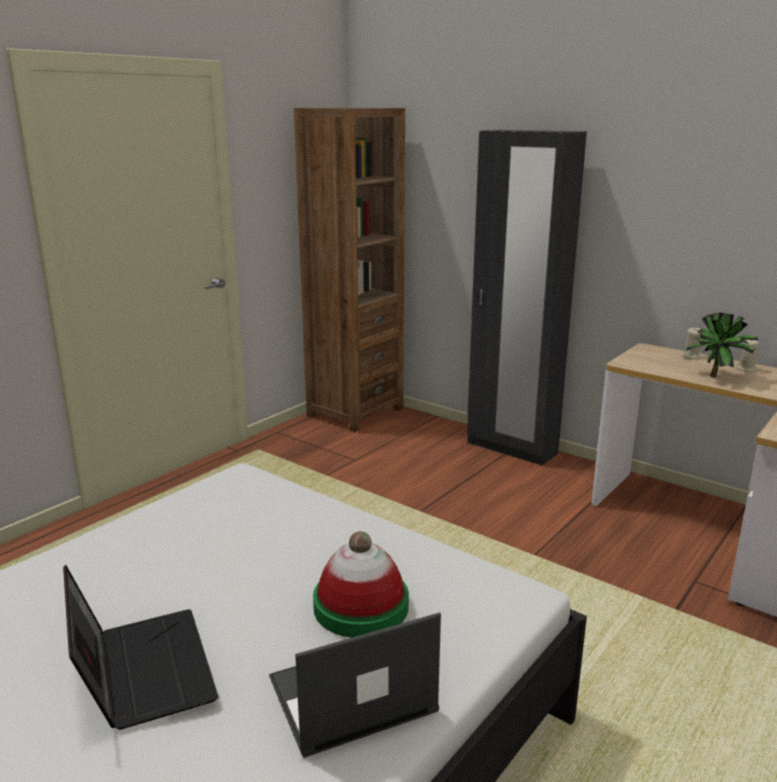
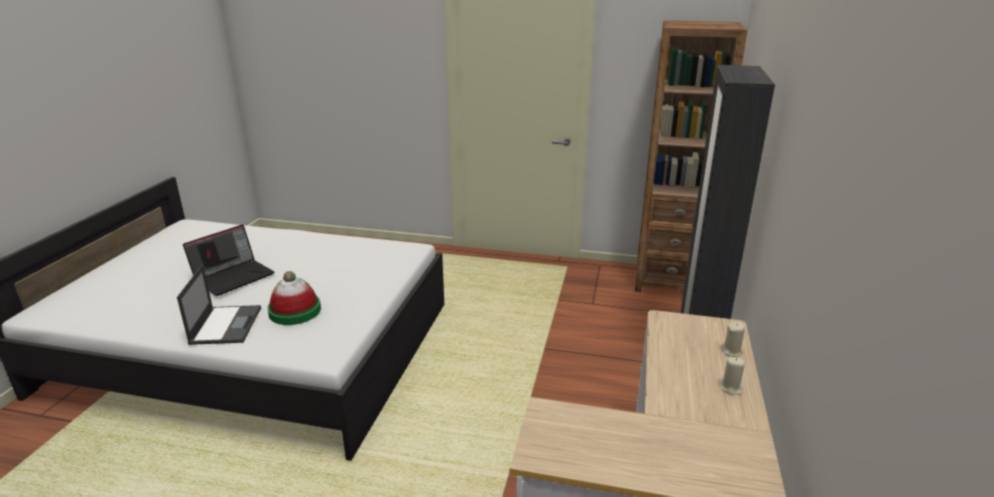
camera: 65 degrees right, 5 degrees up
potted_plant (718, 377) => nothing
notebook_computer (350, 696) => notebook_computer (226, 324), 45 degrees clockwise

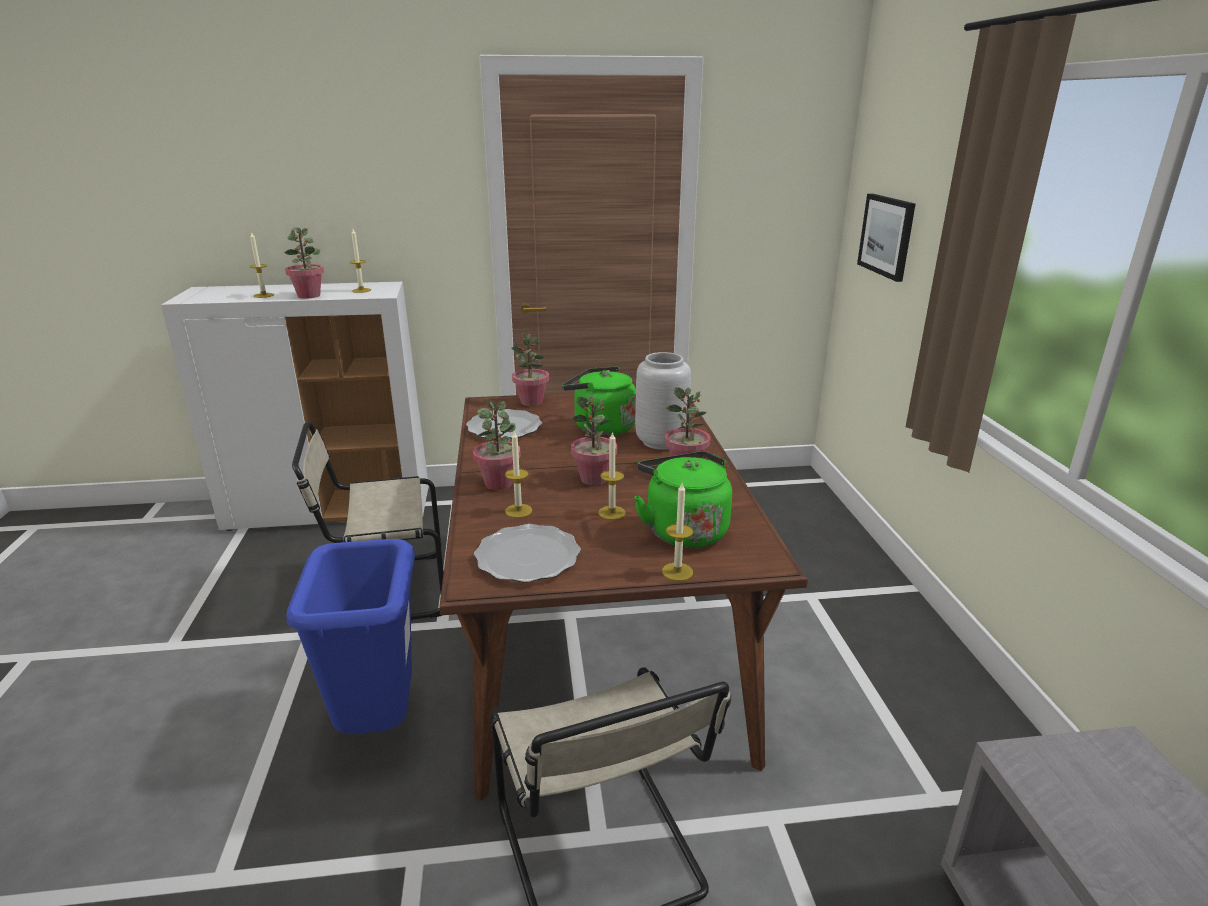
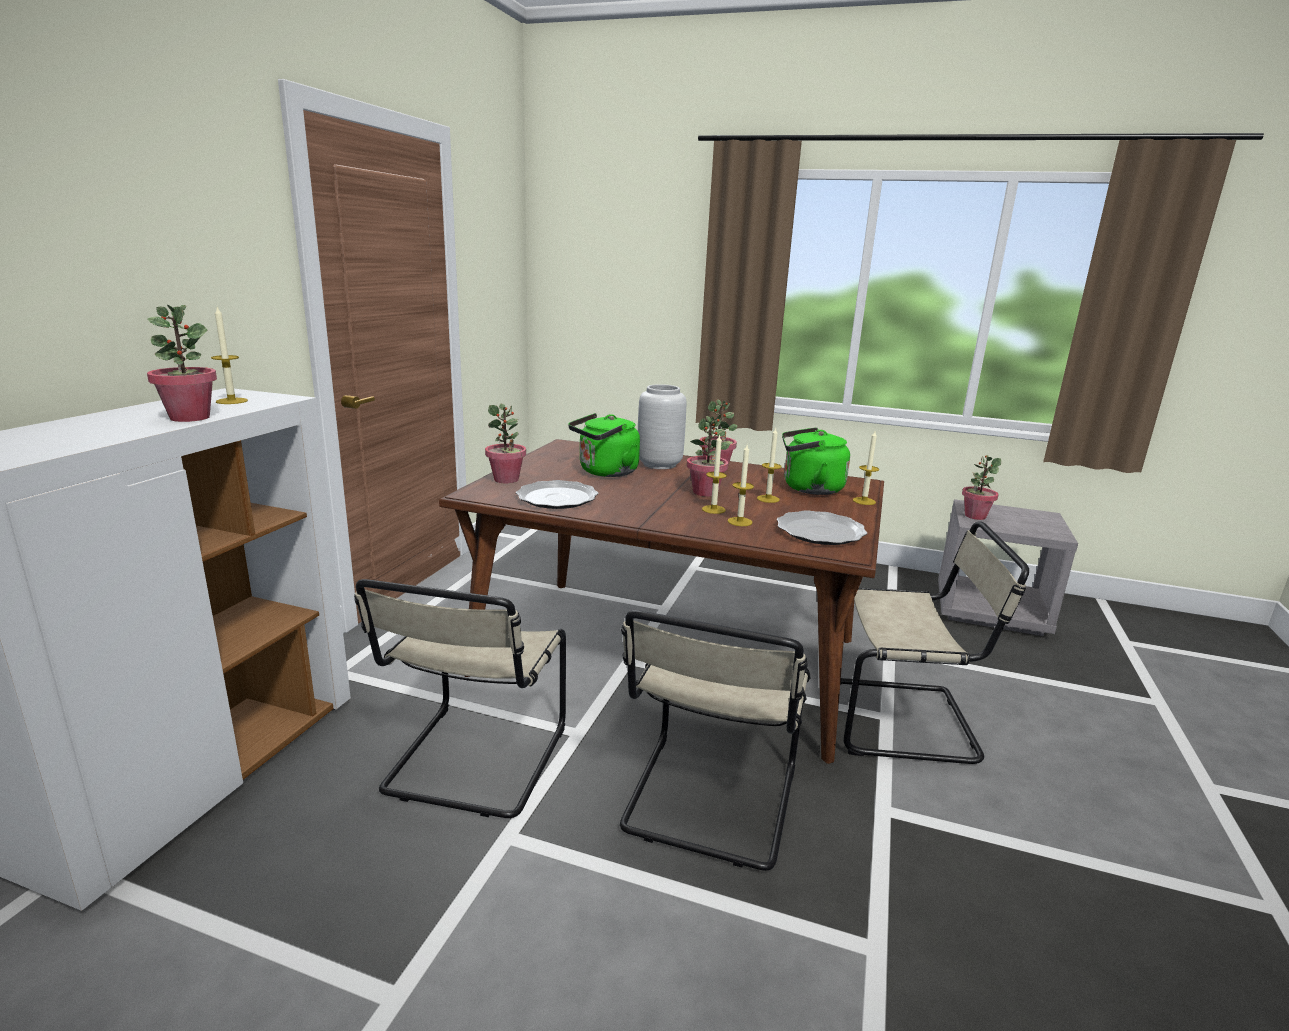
camera: 65 degrees left, 5 degrees down
wall_art (887, 236) => nothing
wax_candle (263, 295) => wax_candle (713, 509), shifted
potted_plant (499, 483) => potted_plant (975, 516), shifted
blue_trash_can (379, 724) => beige_upright_chair (709, 803)

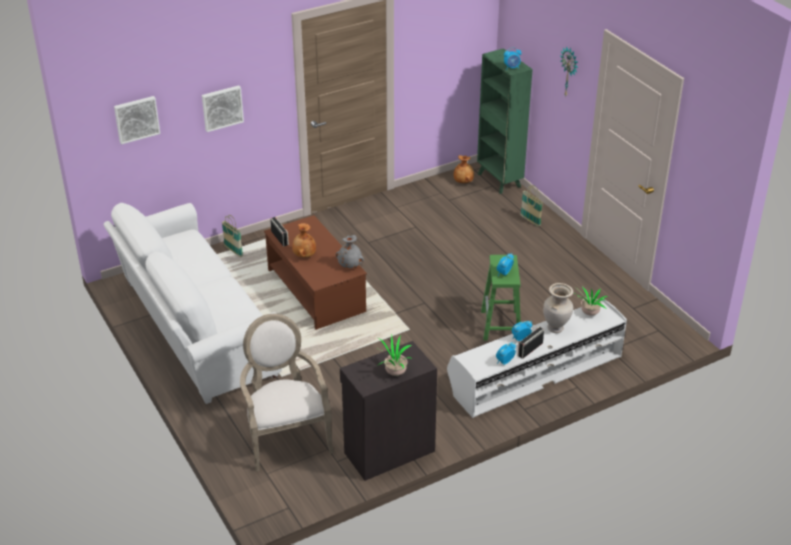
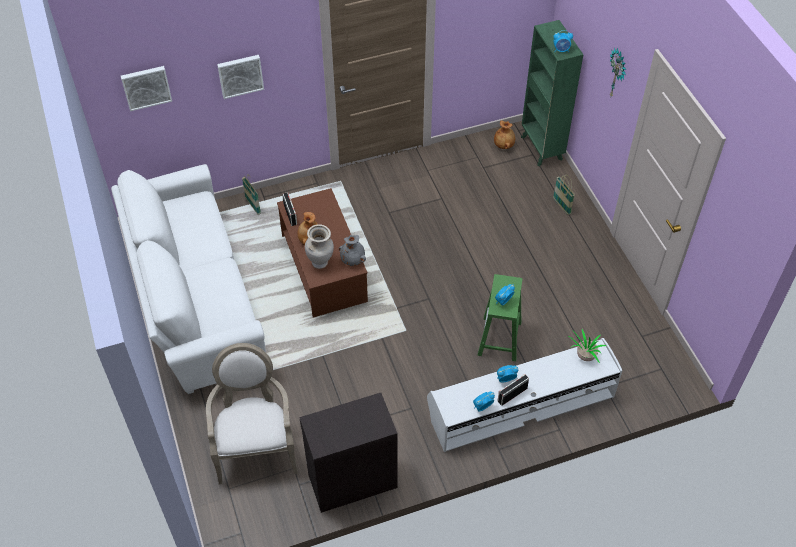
camera: 10 degrees right, 15 degrees up
beige_vase (556, 328) => beige_vase (320, 263), shifted
potted_plant (394, 372) => nothing

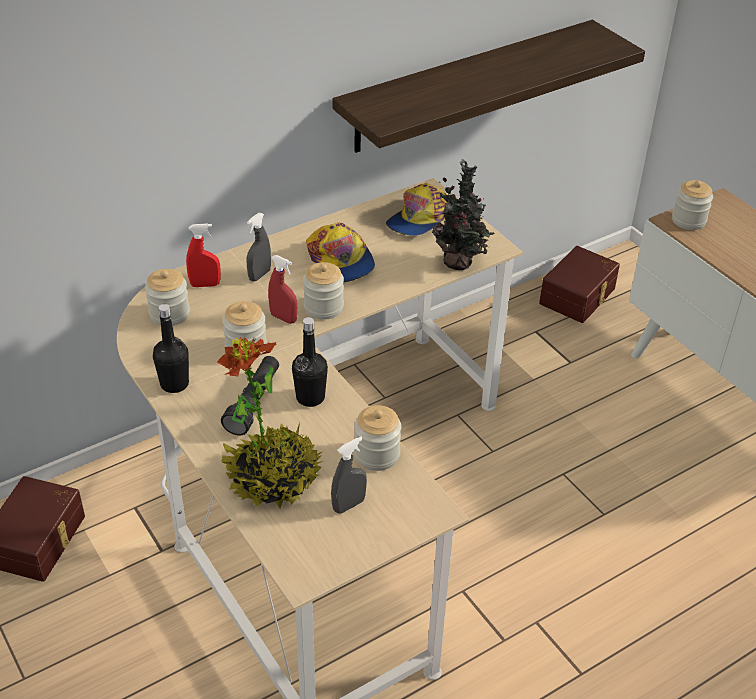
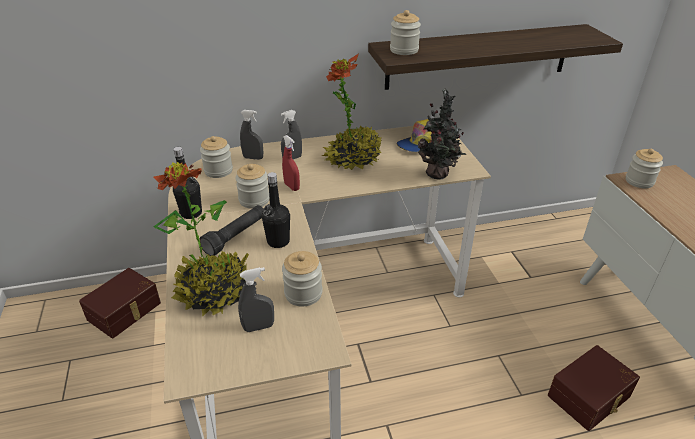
camera: 20 degrees right, 5 degrees down
cap (341, 260) => potted_plant (353, 159)
red_spray_bottle (205, 284) => gray_spray_bottle (253, 158)
brownish_storage_container (579, 296) => brownish_storage_container (590, 397), shifted
preserve_jar (323, 307) => preserve_jar (404, 50), shifted

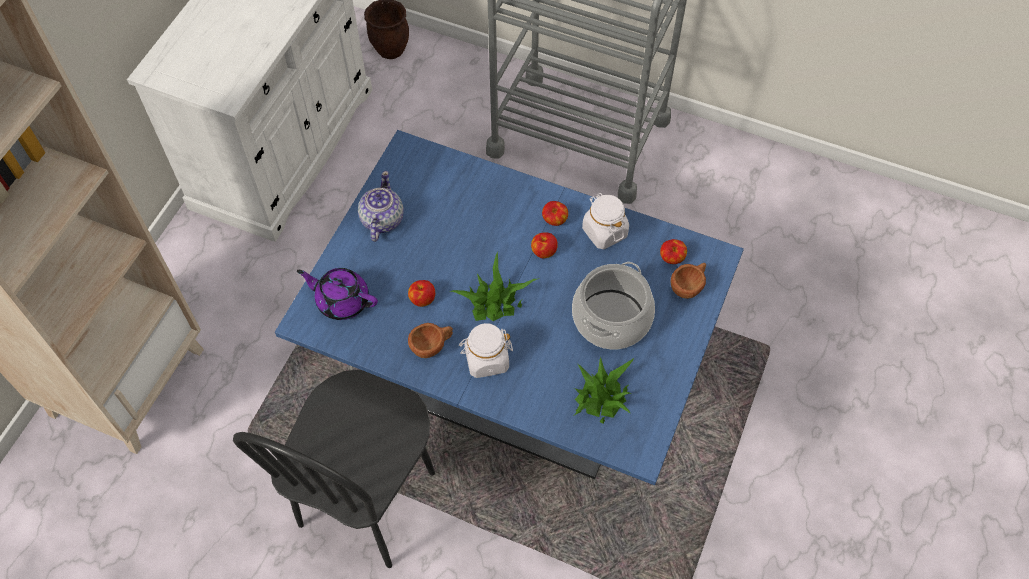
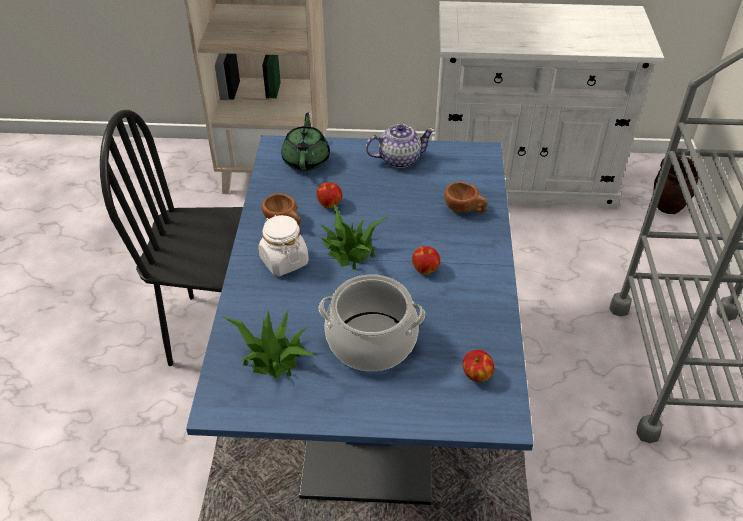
camera: 70 degrees right, 15 degrees down
white-coloured_preserve_jar (604, 232) => nothing
whole_apple (554, 220) => nothing
brownish_small_cup (689, 286) => brownish_small_cup (465, 209), shifted
purplish_teapot (342, 300) => greenish_teapot (306, 160)

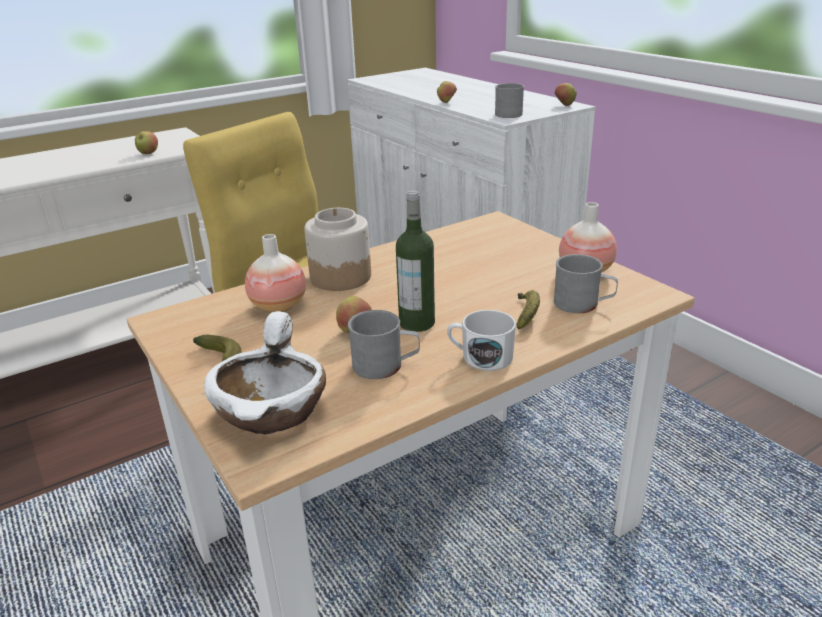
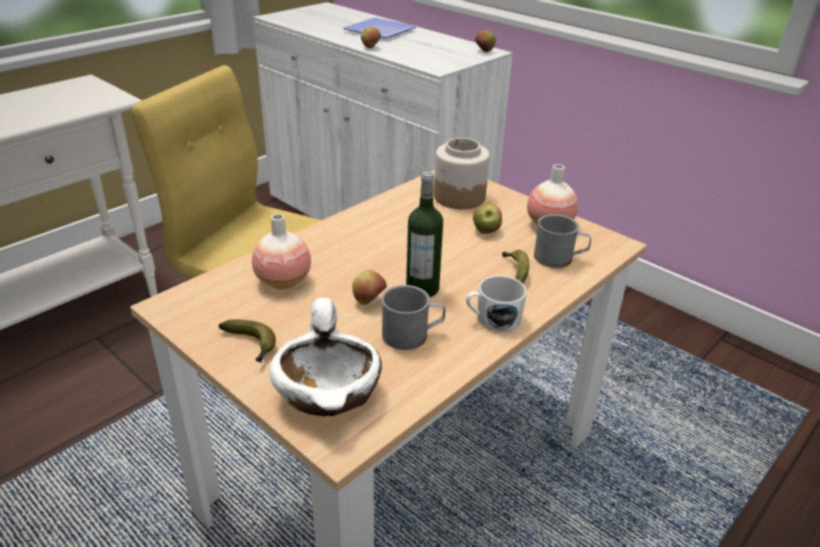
camera: 15 degrees left, 5 degrees up
gray_tea_mug (507, 113) => nothing
whole_apple (148, 153) => whole_apple (486, 231), shifted
preserve_jar (340, 277) => preserve_jar (459, 197), shifted
nothing => dinner_plate (379, 30)

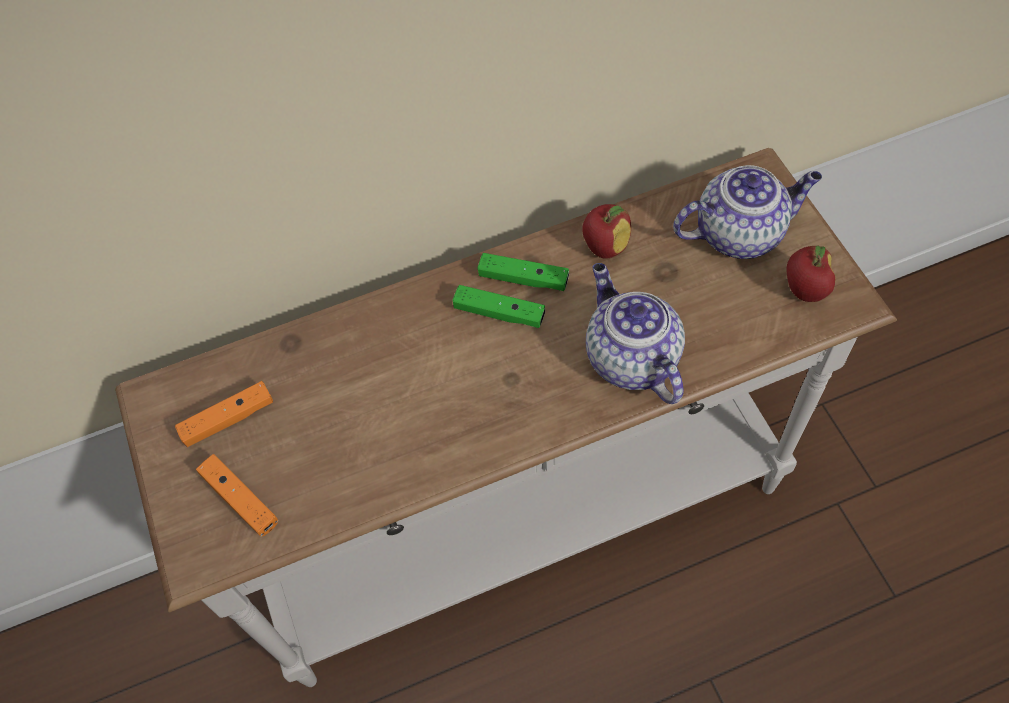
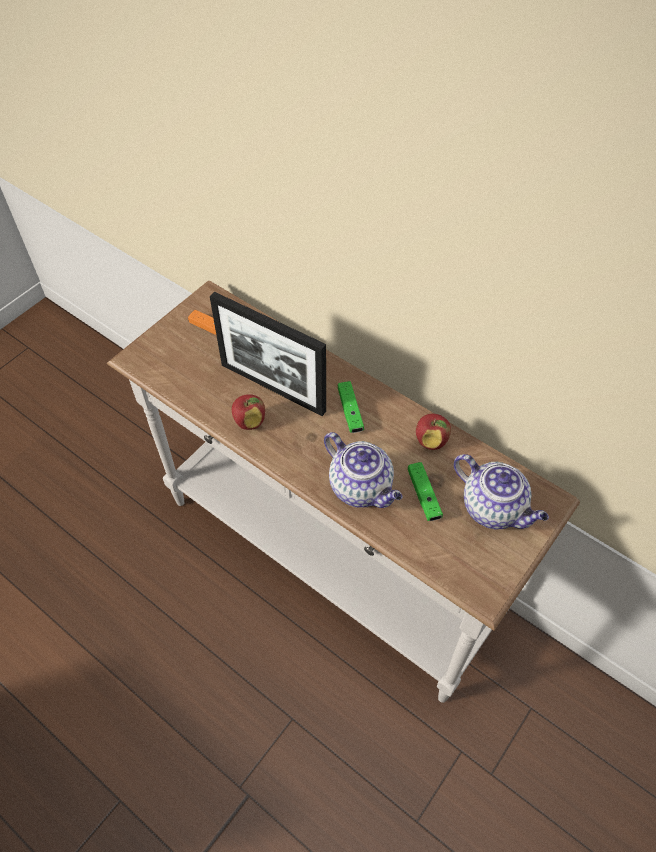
camera: 55 degrees right, 5 degrees down
whole_apple (804, 290) => whole_apple (250, 422), shifted
greenish_gamepad (523, 279) => greenish_gamepad (423, 495), shifted
teapot (630, 358) => teapot (362, 488), 105 degrees clockwise
orangey_gamepad (240, 499) => nothing
nothing => picture_frame (272, 388)

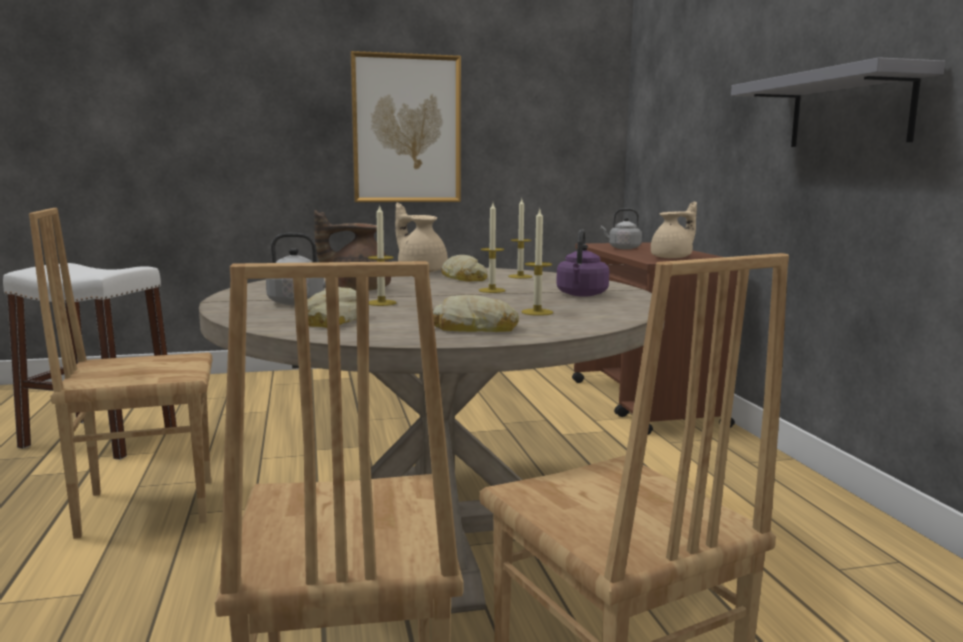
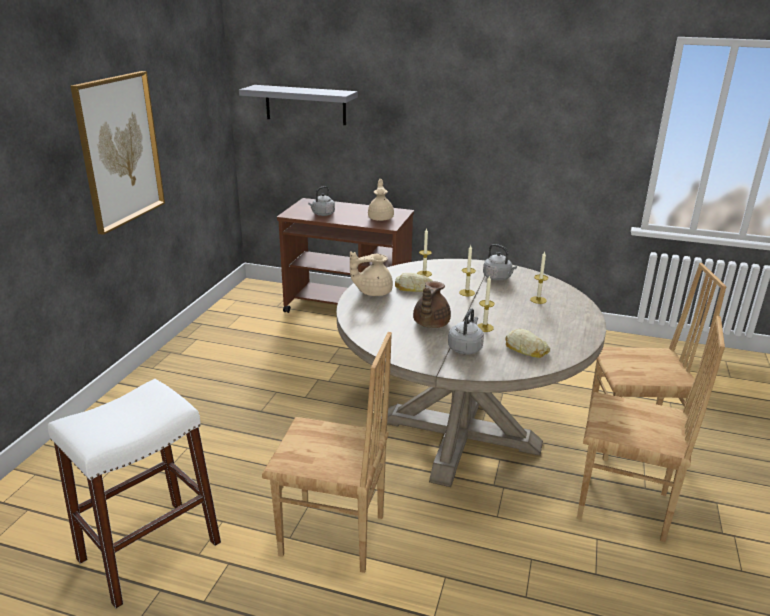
camera: 60 degrees left, 15 degrees up
gray_wall_shelf (849, 110) => gray_wall_shelf (305, 105), shifted
brownish_upright_chair (146, 506) => brownish_upright_chair (333, 537), 90 degrees counterclockwise
purplish_kettle (581, 295) => gray_kettle (498, 278)
bakery_bread (475, 328) => nothing

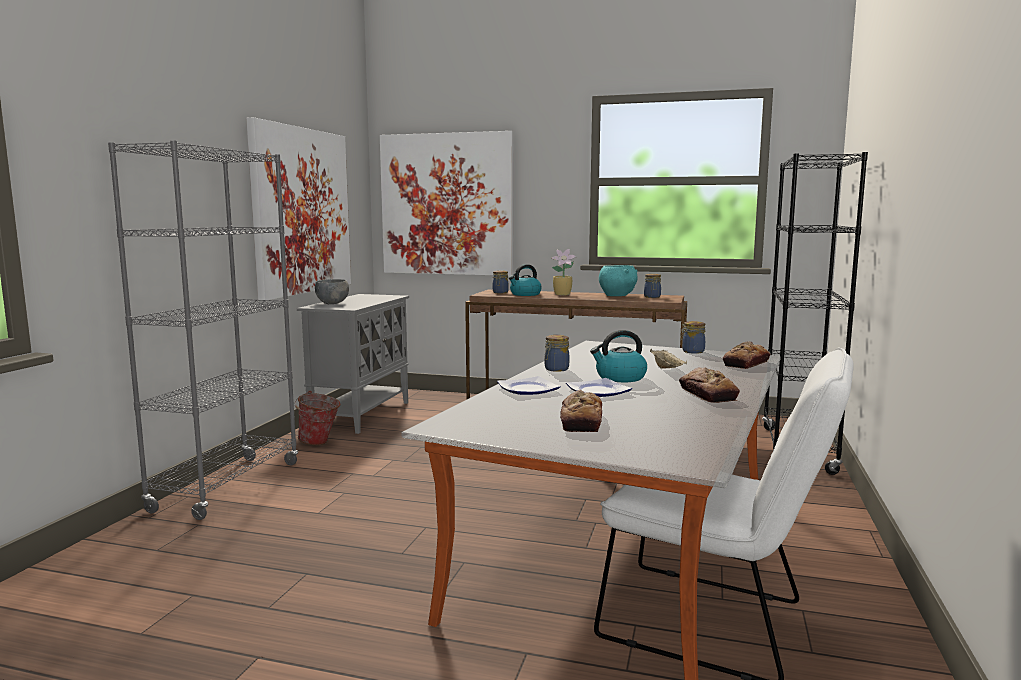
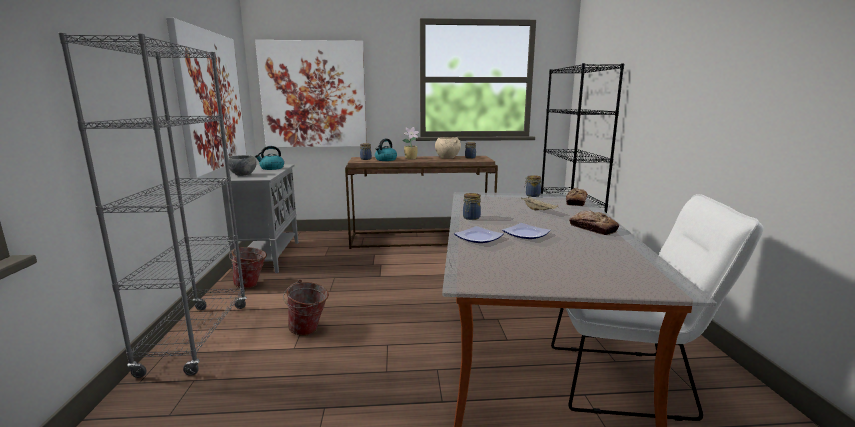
camera: 20 degrees left, 5 degrees up
turquoise_serving_bowl (617, 296) => beige_serving_bowl (447, 158)
kettle (620, 378) => kettle (271, 168), shifted
bakery_bread (581, 421) => nothing
nothing => pail (308, 331)

